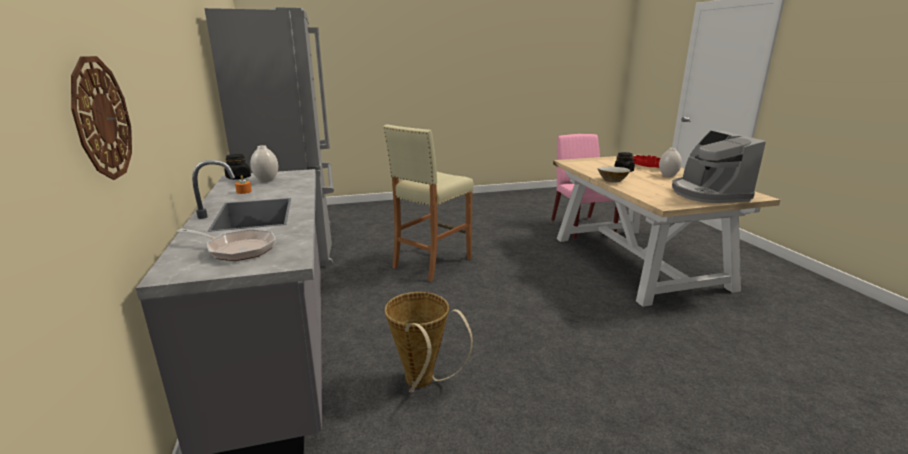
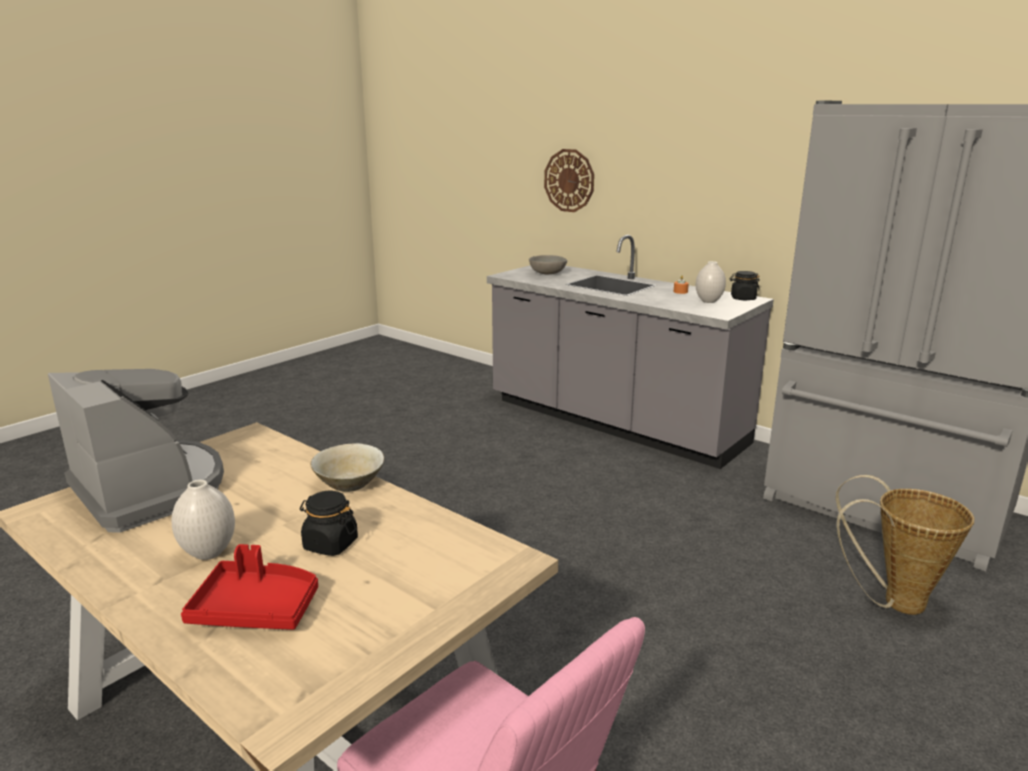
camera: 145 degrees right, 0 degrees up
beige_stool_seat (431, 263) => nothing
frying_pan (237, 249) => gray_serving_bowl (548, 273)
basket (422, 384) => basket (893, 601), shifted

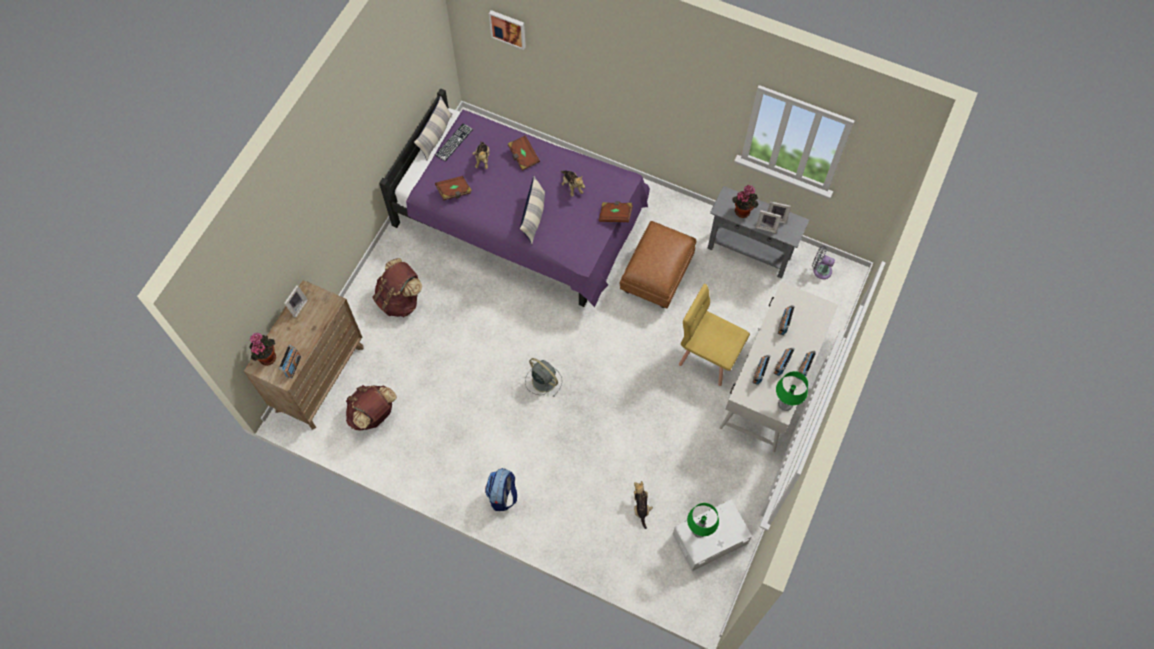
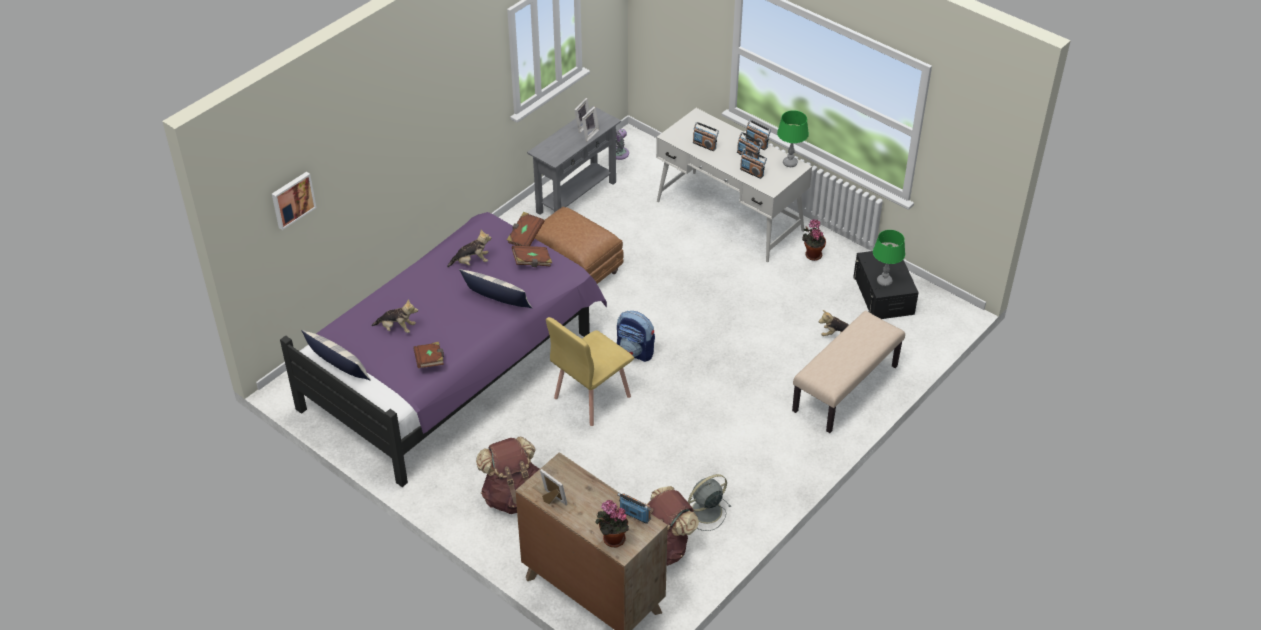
camera: 75 degrees left, 20 degrees down
PC_keyboard (454, 142) => nothing
brownish_book (523, 157) => brownish_book (532, 262), shifted
potted_plant (743, 210) => potted_plant (812, 254), shifted
yellow_upright_chair (709, 356) => yellow_upright_chair (591, 397), shifted
gray_cooling_fan (543, 380) => gray_cooling_fan (705, 512), shifted
backpack (502, 495) => backpack (636, 351), shifted
white-coloured_storage_container (710, 539) => black-coloured_storage_container (883, 294)
nothing => beige_indoor_bench (845, 389)

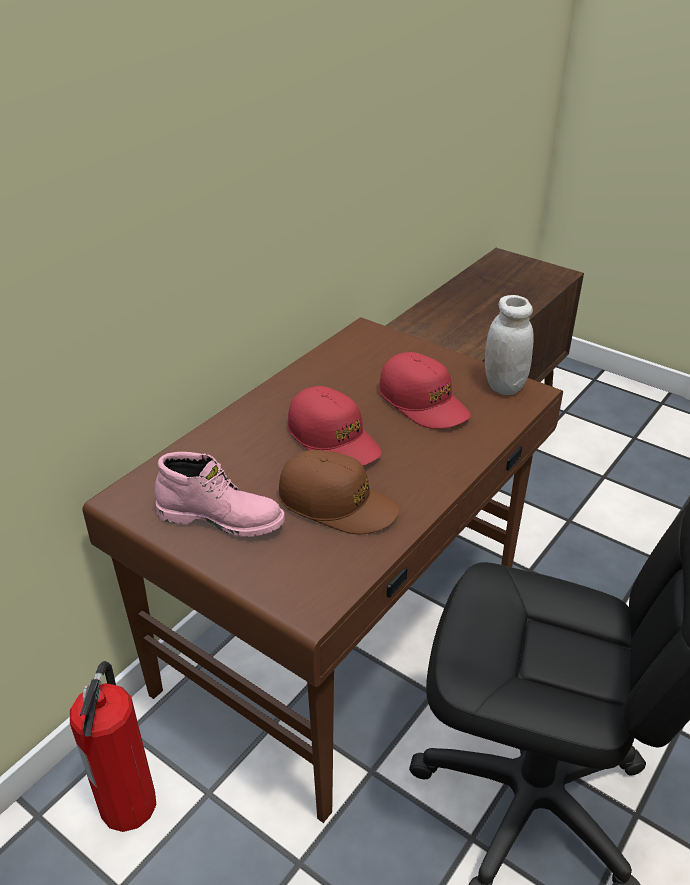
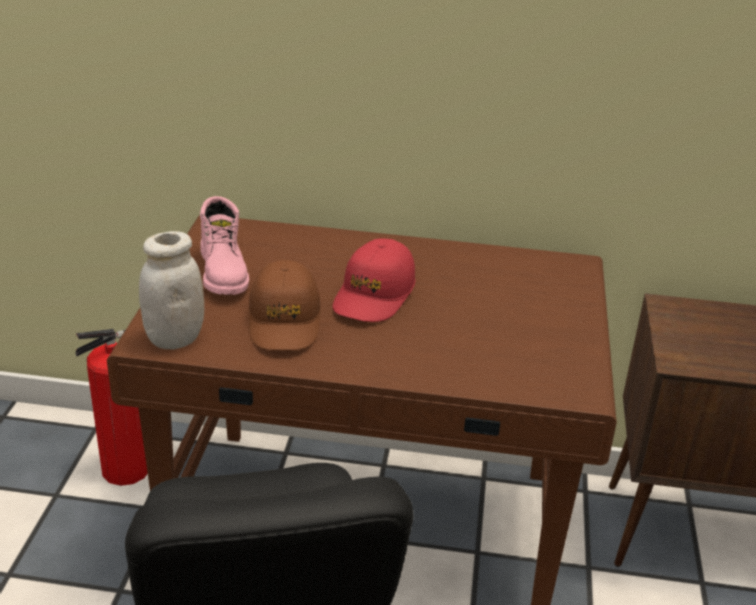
camera: 60 degrees right, 5 degrees down
white-coloured_preserve_jar (504, 385) => white-coloured_preserve_jar (174, 339), shifted
red_cap (423, 402) => nothing

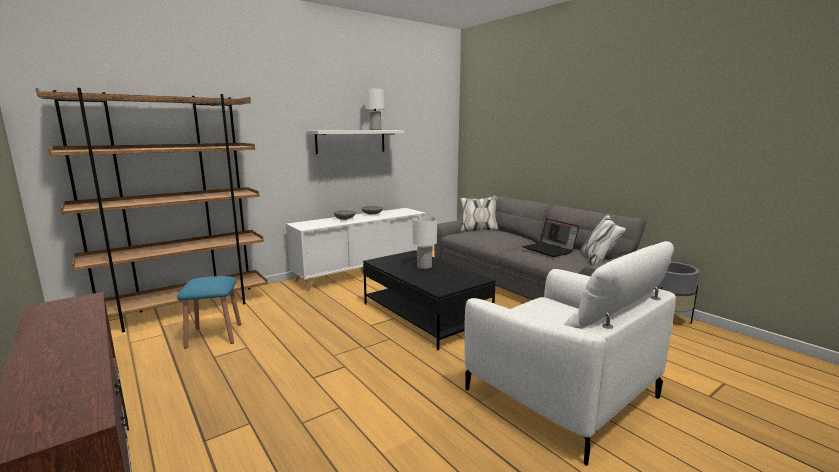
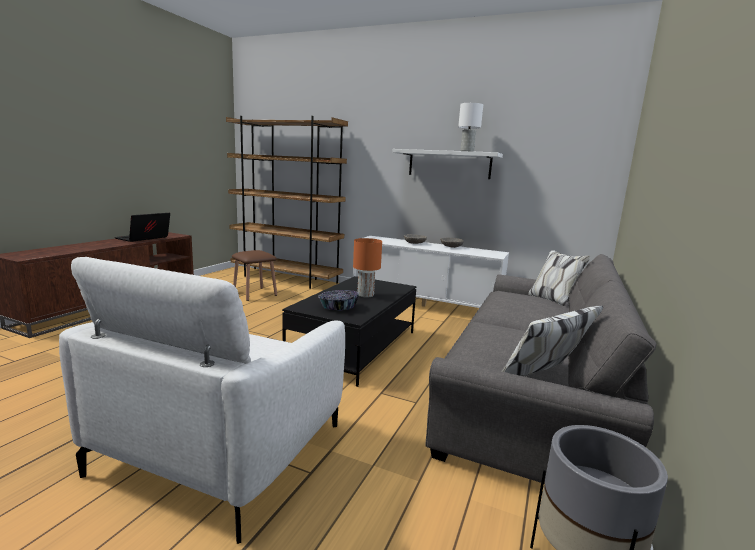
camera: 60 degrees right, 0 degrees up
white-coloured_table_lamp (424, 266) => orangey_table_lamp (366, 295)
notebook_computer (549, 250) => notebook_computer (143, 238), shifted
blue_stool_seat (214, 335) => brownish_stool_seat (254, 294)
nothing => serving_bowl (338, 307)

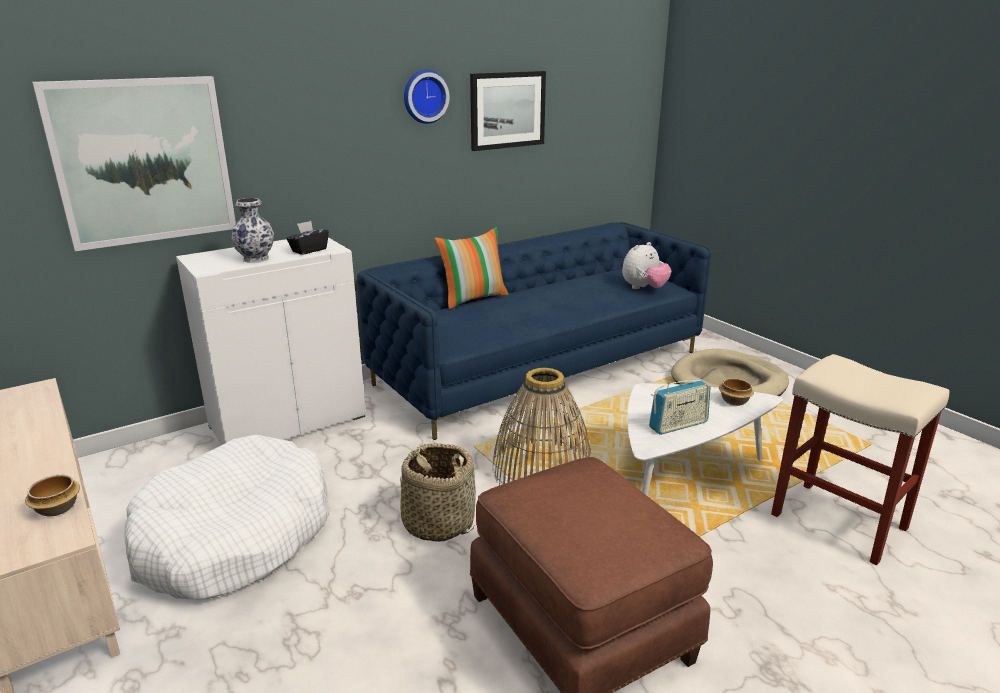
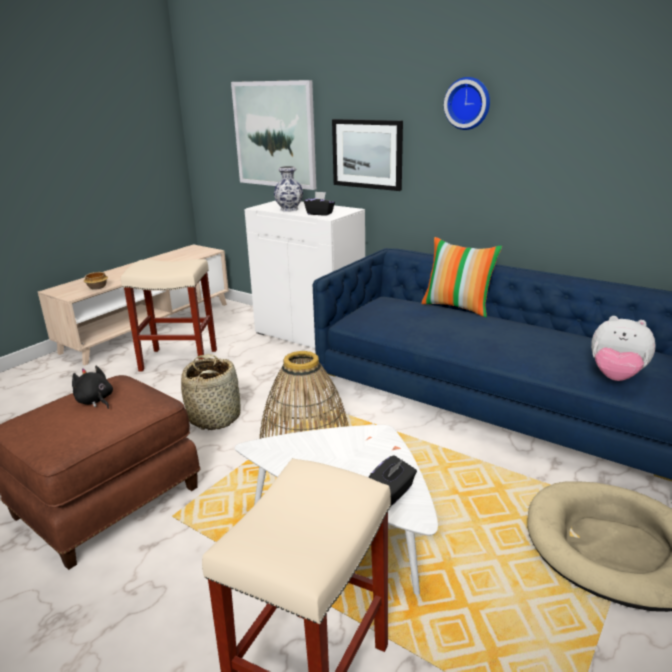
camera: 70 degrees right, 0 degrees up
wall_art (507, 110) => wall_art (367, 154), shifted
serving_bowl (733, 401) => black-coloured_box_of_tissues (392, 492)
radio_receiver (678, 425) => nothing
white-coloured_dog_cushion (234, 536) => beige_stool_seat (180, 360)
nothing => black-coloured_cuddly_toy (95, 401)

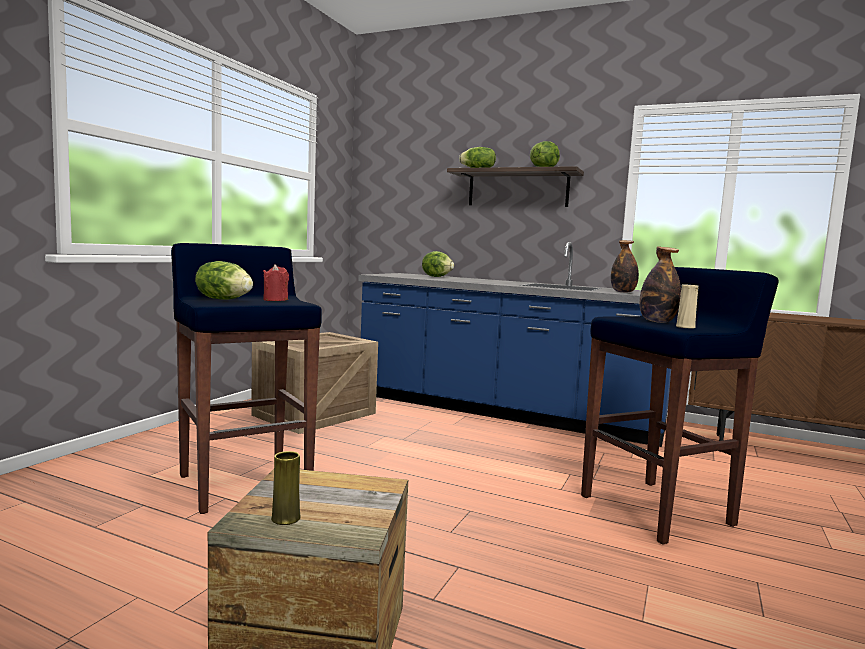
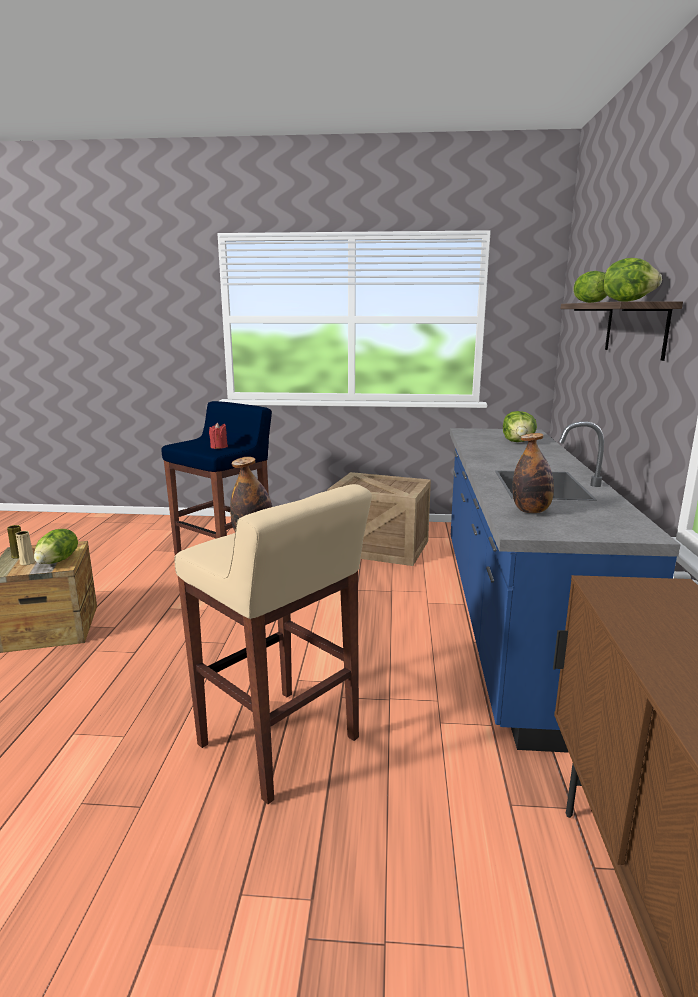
camera: 70 degrees right, 10 degrees up
head_of_lettuce (224, 299) => head_of_lettuce (58, 561), shifted
blue_stool_seat (657, 510) => beige_stool_seat (280, 743)
beige_vase (685, 327) => beige_vase (27, 562), shifted

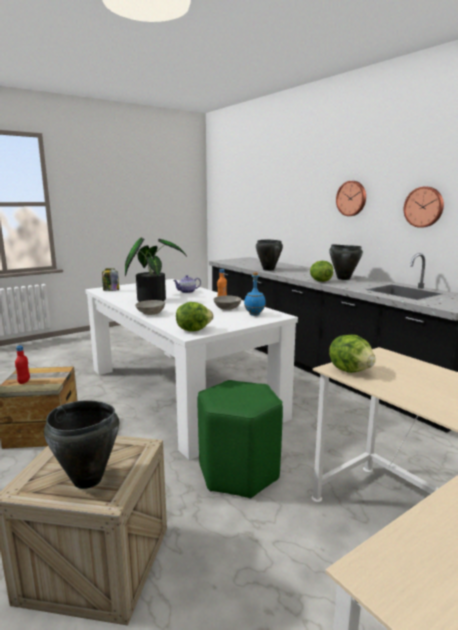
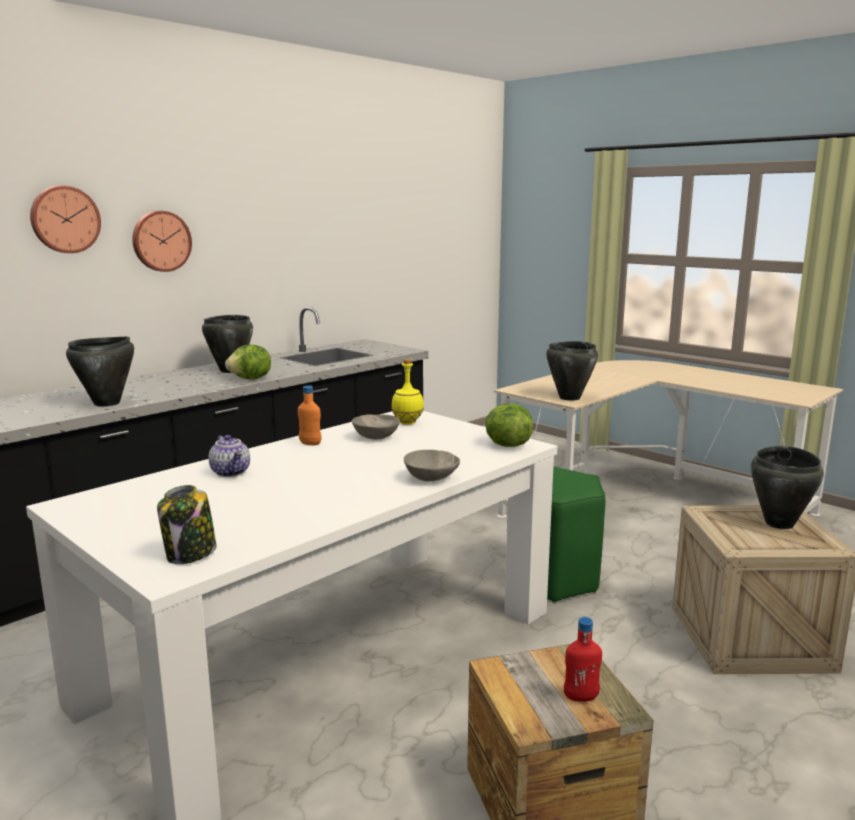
camera: 100 degrees left, 0 degrees up
wall_clock (424, 207) => wall_clock (64, 219), shifted
potted_plant (153, 299) => nothing
blue_bottle (254, 314) => yellow_bottle (408, 423)
head_of_lettuce (351, 370) => black-coloured_saucepot (569, 398)

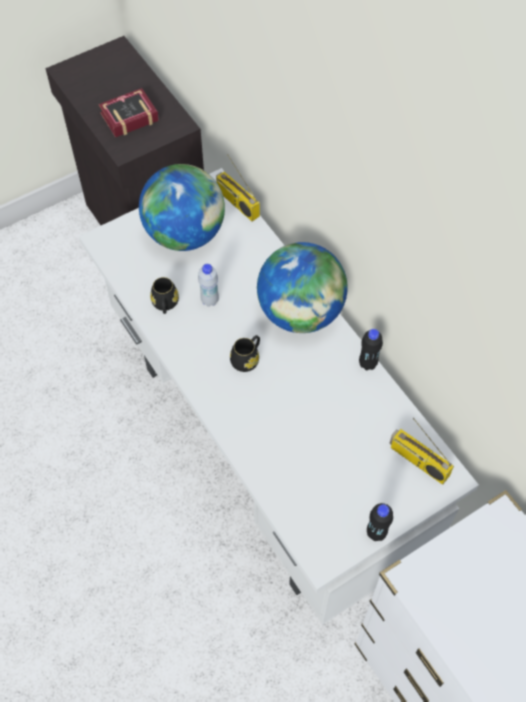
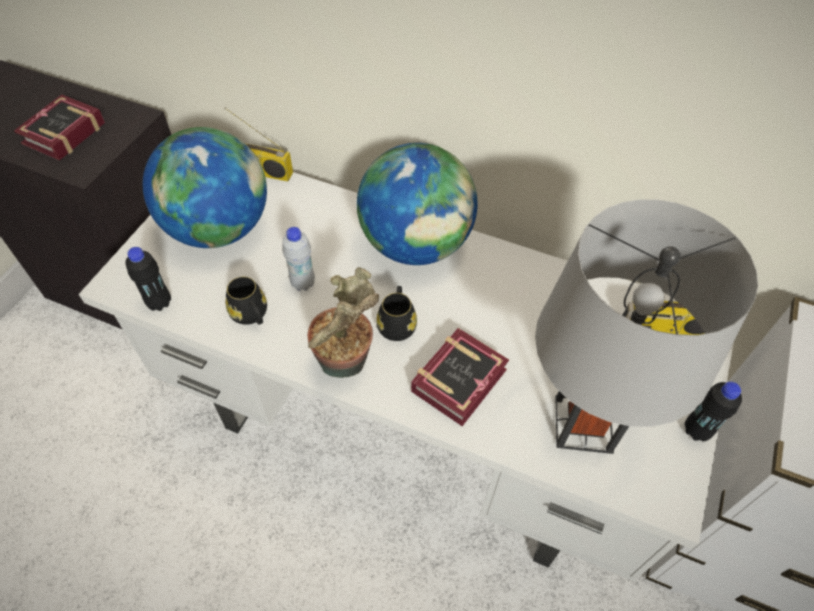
camera: 35 degrees left, 5 degrees down
black-coloured_bottle (367, 363) => black-coloured_bottle (159, 303), shifted
nothing => gray_table_lamp (583, 424)
nothing => potted_plant (346, 367)
nothing => book (463, 379)

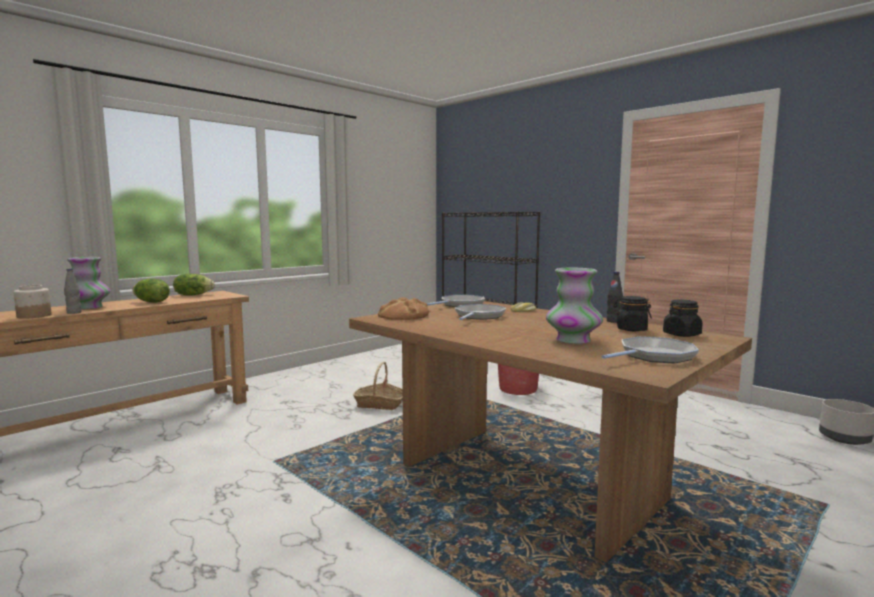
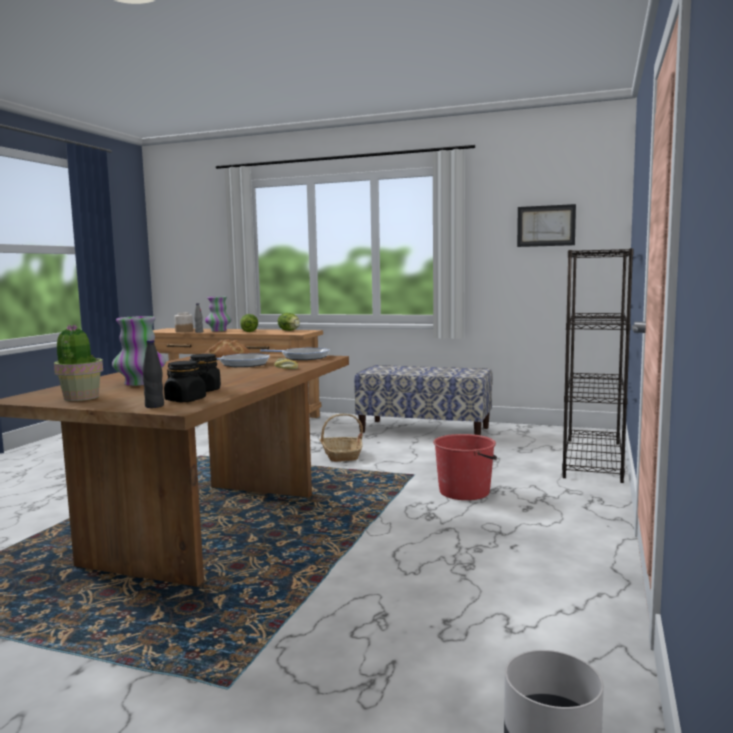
camera: 65 degrees right, 0 degrees up
black-coloured_bottle (613, 321) => black-coloured_bottle (154, 406), shifted
frying_pan (654, 356) => potted_plant (80, 398)
nothing => wall_art (546, 226)
nothing => indoor_bench (424, 430)

